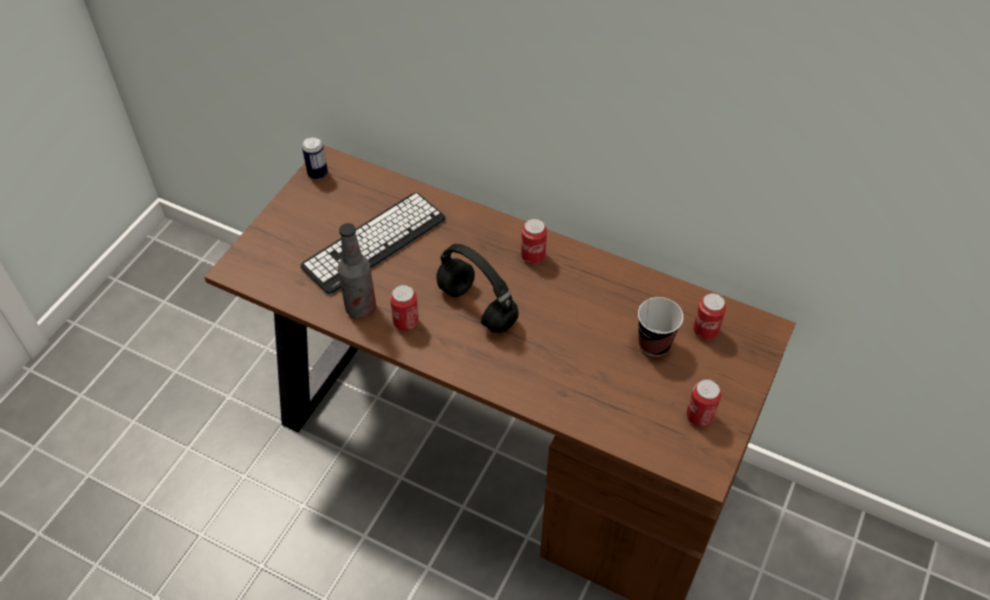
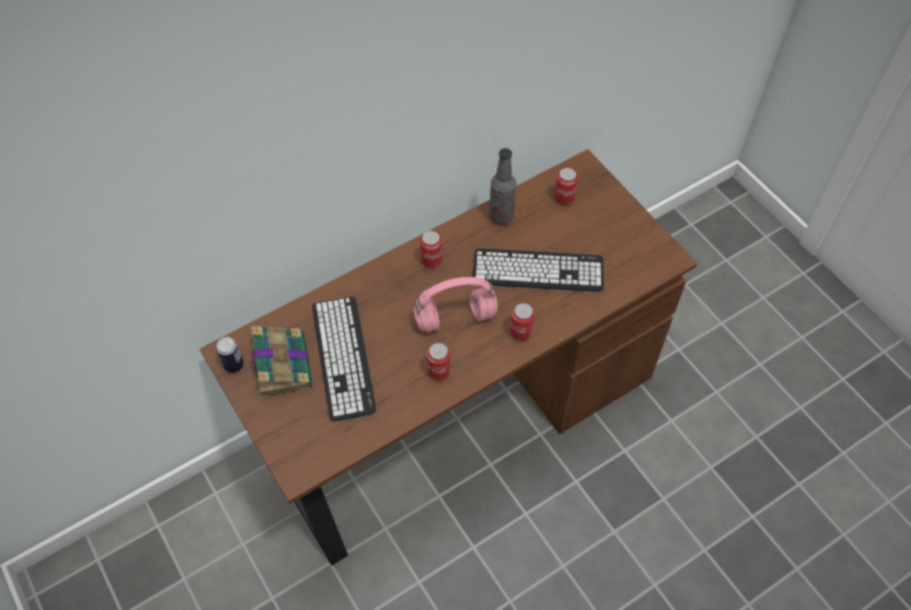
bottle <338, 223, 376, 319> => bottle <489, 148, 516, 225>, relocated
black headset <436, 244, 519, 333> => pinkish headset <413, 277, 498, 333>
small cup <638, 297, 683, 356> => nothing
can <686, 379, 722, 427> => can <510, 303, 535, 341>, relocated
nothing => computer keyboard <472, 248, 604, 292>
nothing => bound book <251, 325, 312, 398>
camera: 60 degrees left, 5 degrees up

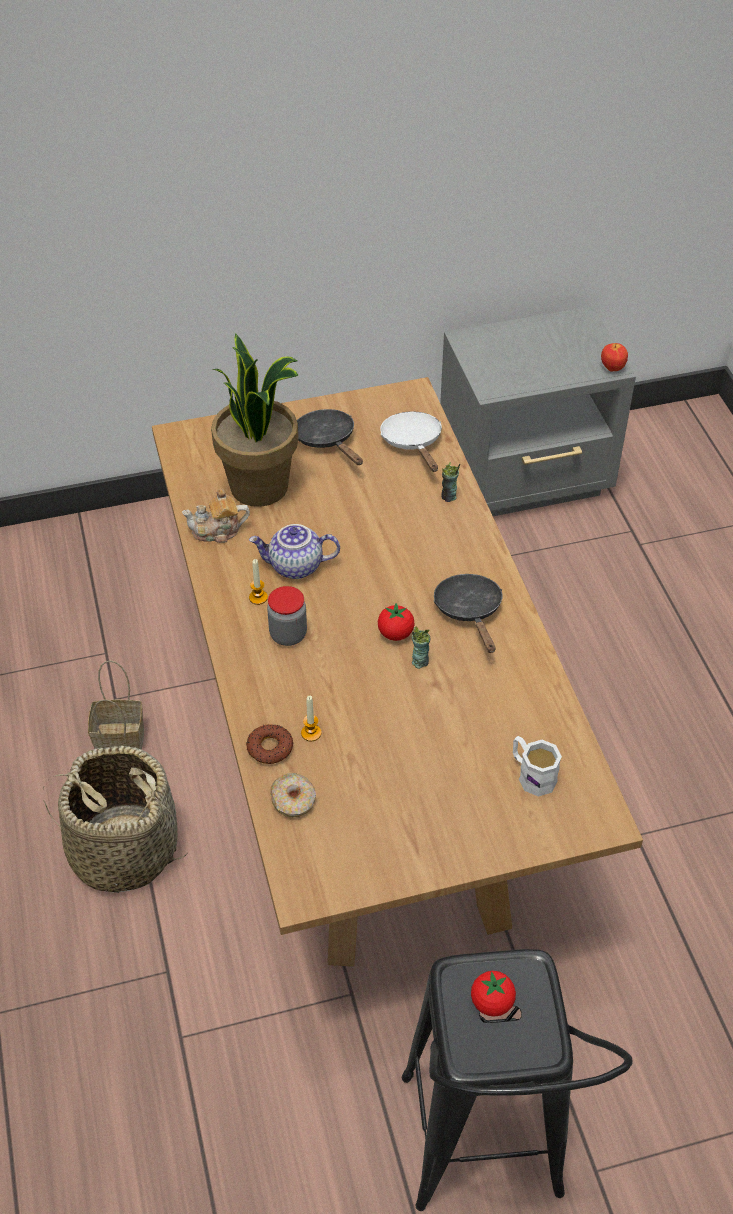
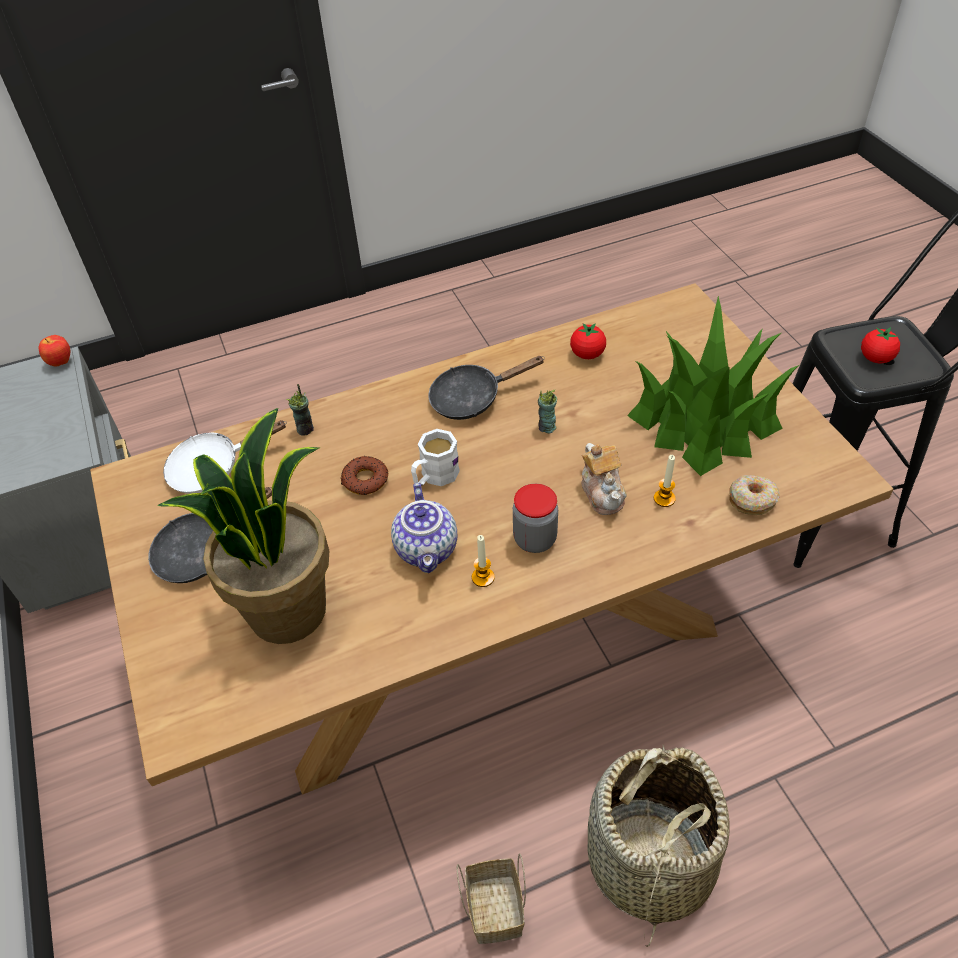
tea pot <182, 489, 250, 543> => tea pot <581, 443, 626, 515>, relocated
fresh tomato <378, 603, 414, 641> => fresh tomato <570, 323, 606, 359>, relocated
doughnut <246, 724, 293, 764> => doughnut <341, 456, 388, 495>, relocated
whitish tea mug <513, 736, 562, 797> => whitish tea mug <411, 429, 460, 486>, relocated
nothing => plant in a pot <627, 296, 799, 476>
camera: 95 degrees left, 0 degrees up

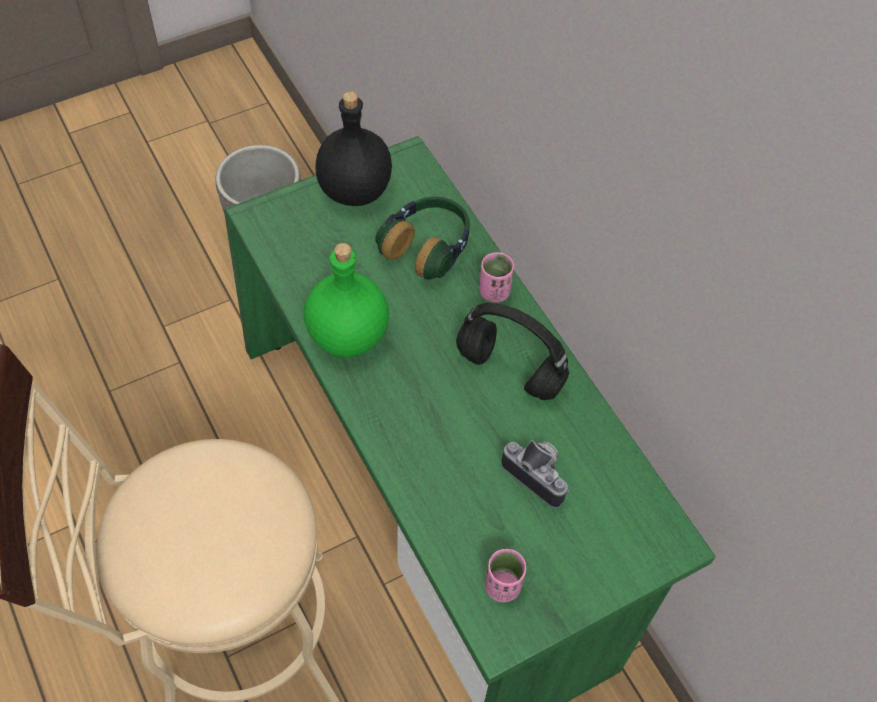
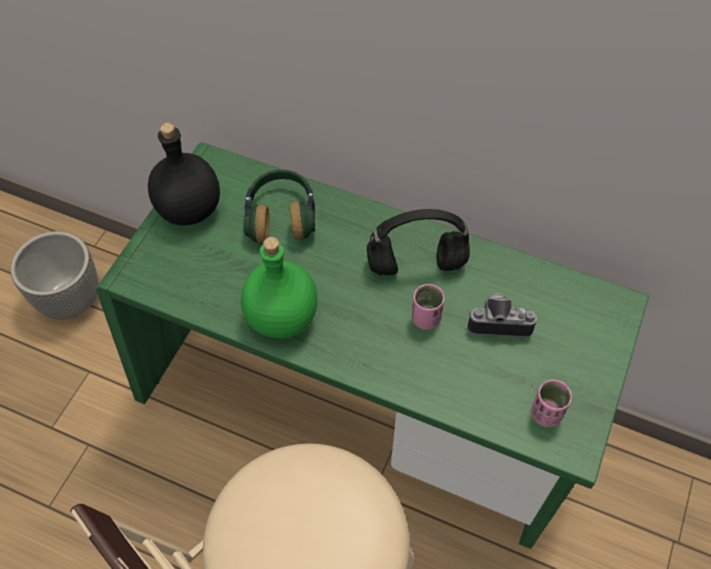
pinkish small cup <479, 252, 514, 303> => pinkish small cup <412, 284, 444, 330>, relocated
camera: 35 degrees left, 0 degrees up

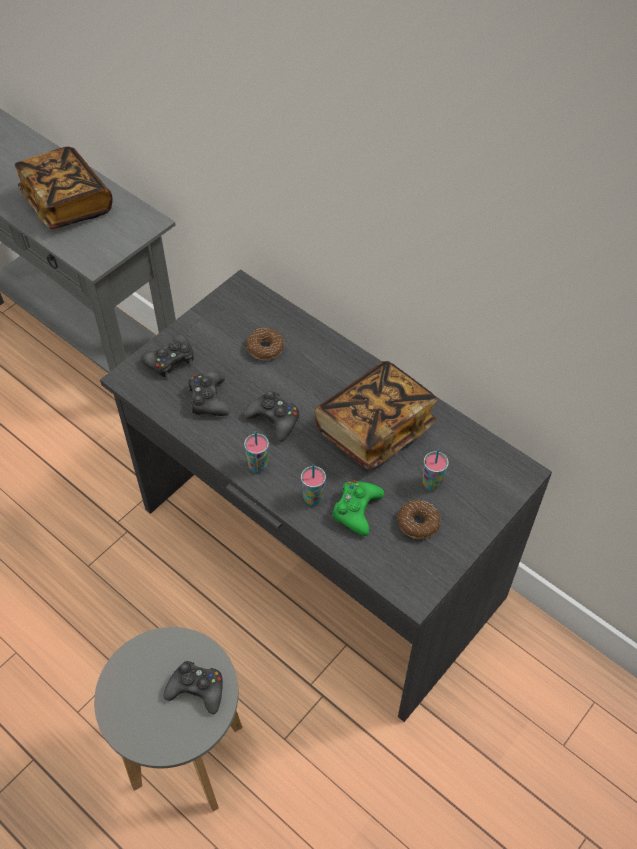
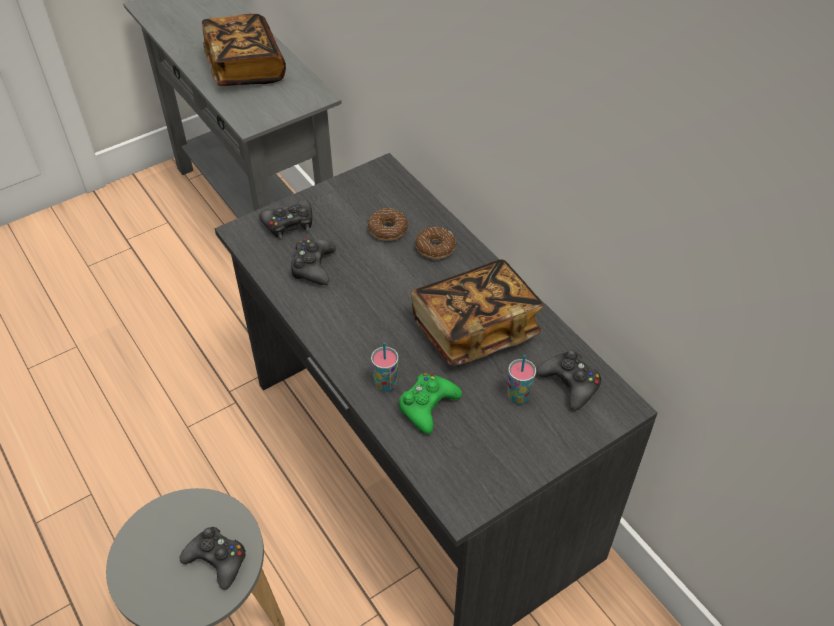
black gamepad <244, 391, 299, 442> => black gamepad <536, 349, 601, 410>, relocated
small cup <244, 431, 269, 473> => nothing
doughnut <398, 500, 441, 539> => doughnut <415, 227, 456, 259>, relocated
camera: 15 degrees right, 5 degrees down

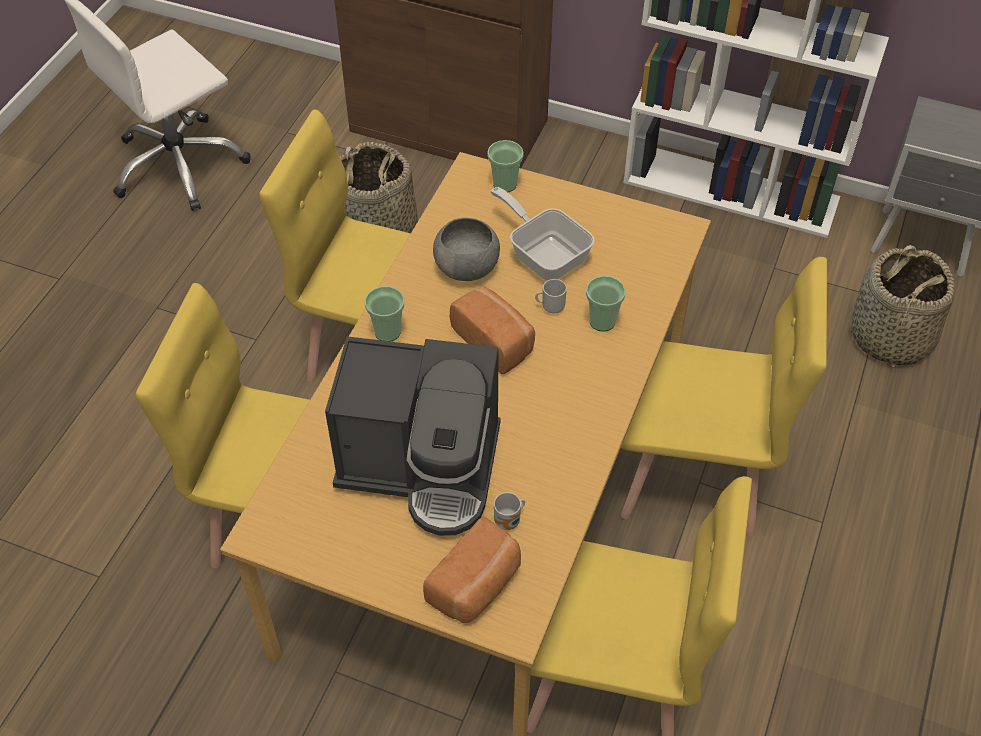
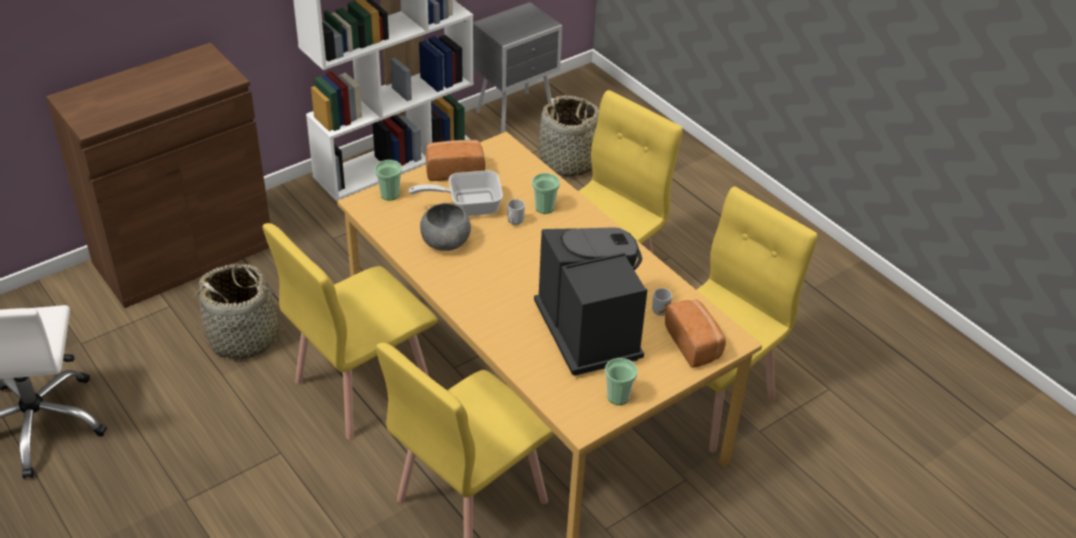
small cup <365, 286, 404, 342> => small cup <605, 358, 638, 405>, relocated
bakery bread <450, 287, 535, 374> => bakery bread <426, 140, 485, 181>, relocated
coffee machine <325, 336, 500, 536> => coffee machine <534, 227, 647, 376>, 60 degrees counterclockwise
camera: 60 degrees left, 10 degrees down

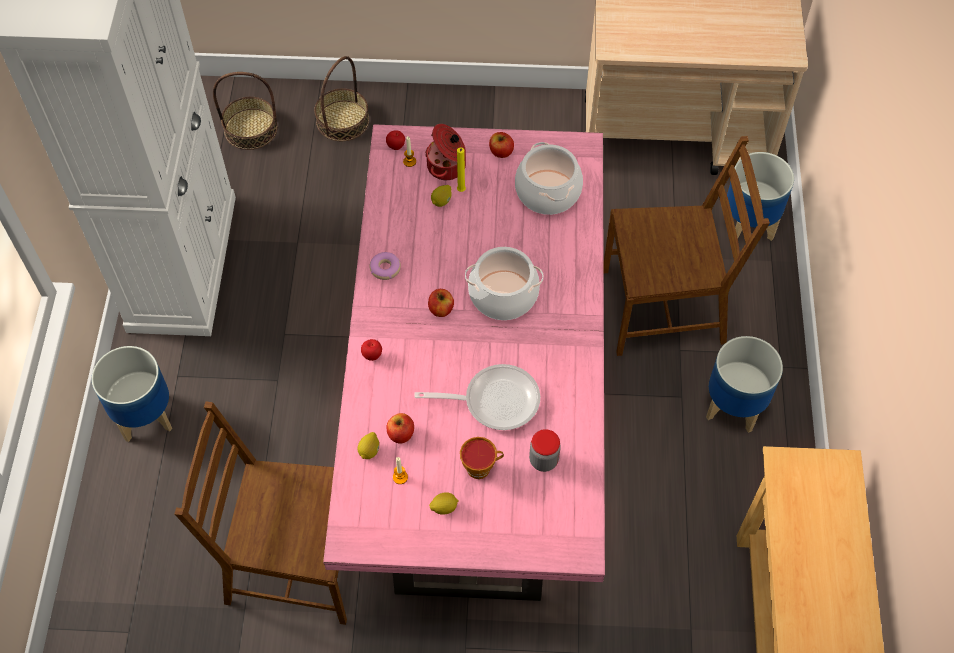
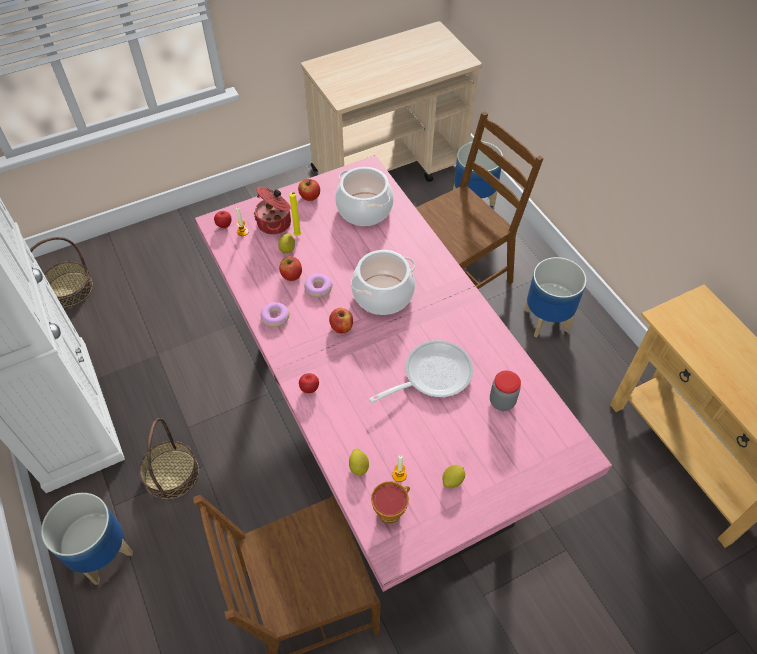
storage basket <314, 56, 369, 141> => storage basket <139, 418, 199, 500>, relocated
apple fruit <387, 413, 414, 443> => apple fruit <279, 256, 302, 281>, relocated
small cup <460, 437, 504, 479> => small cup <371, 481, 410, 524>, relocated
nothing => doughnut <304, 274, 333, 298>
camera: 30 degrees left, 5 degrees down

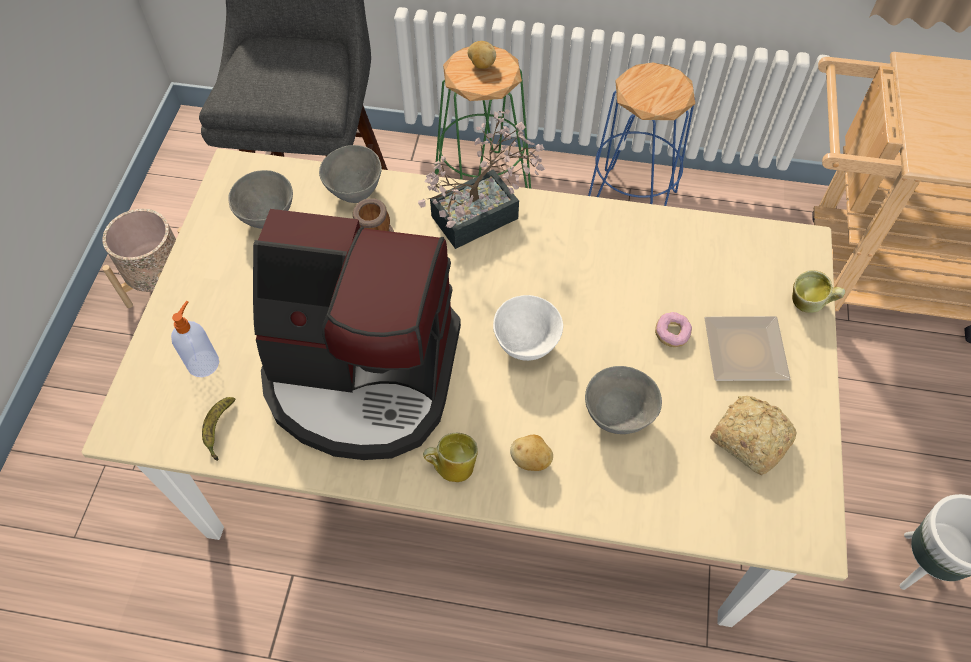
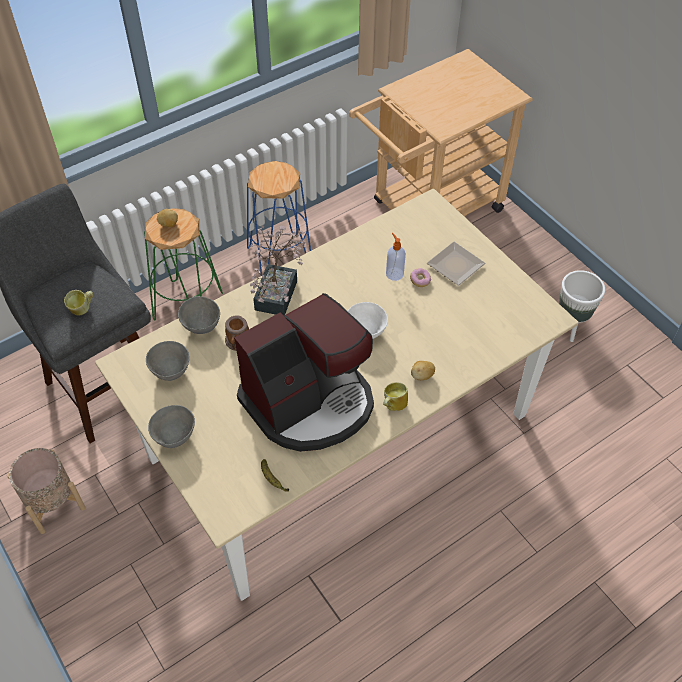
tea mug <792, 270, 845, 313> => tea mug <64, 290, 93, 315>, relocated
liquid soap bottle <171, 301, 219, 377> => liquid soap bottle <386, 233, 406, 281>, relocated
grey bowl <585, 366, 662, 434> => grey bowl <148, 405, 195, 448>, relocated
bakery bread <710, 396, 796, 475> => nothing
camera: 45 degrees left, 5 degrees down

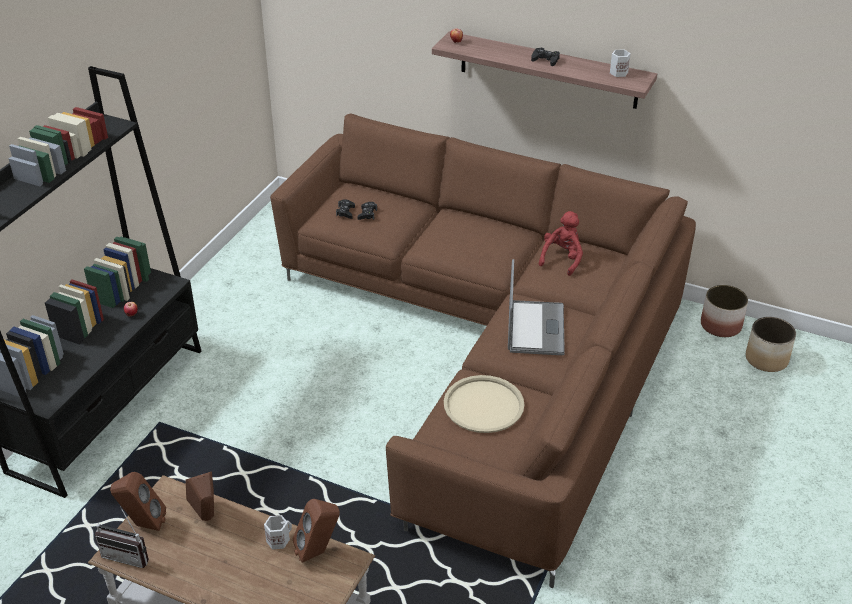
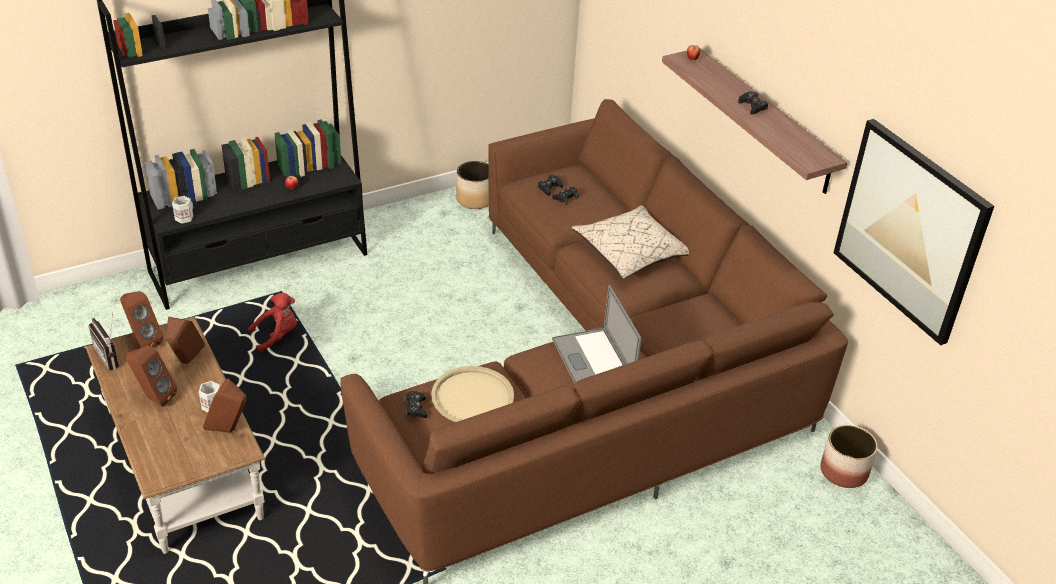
whitish tea mug <610, 50, 631, 77> => whitish tea mug <172, 196, 193, 224>, relocated
red cuddly toy <539, 211, 583, 276> => red cuddly toy <248, 293, 297, 353>, relocated
portable computer <508, 259, 565, 355> => portable computer <552, 285, 642, 383>, 120 degrees clockwise
plant pot <746, 317, 796, 372> => plant pot <456, 161, 489, 209>, relocated
nothing => wall art <833, 119, 994, 345>
nothing => beige pillow <572, 205, 689, 279>
nothing => brown-coloured loudspeaker <126, 346, 177, 407>
nothing => black gamepad <405, 391, 428, 418>
camera: 35 degrees right, 0 degrees up

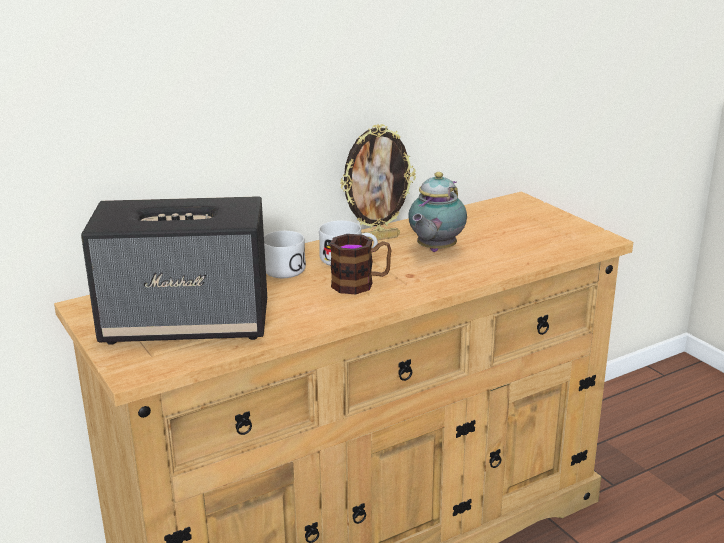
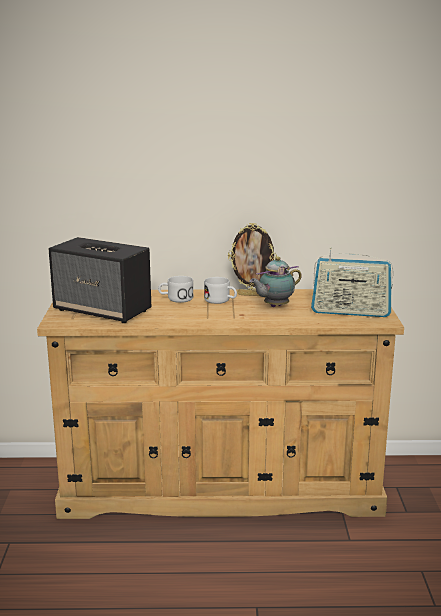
tea mug <330, 234, 391, 294> => nothing
nothing => radio set <311, 247, 393, 317>
camera: 30 degrees right, 5 degrees down

